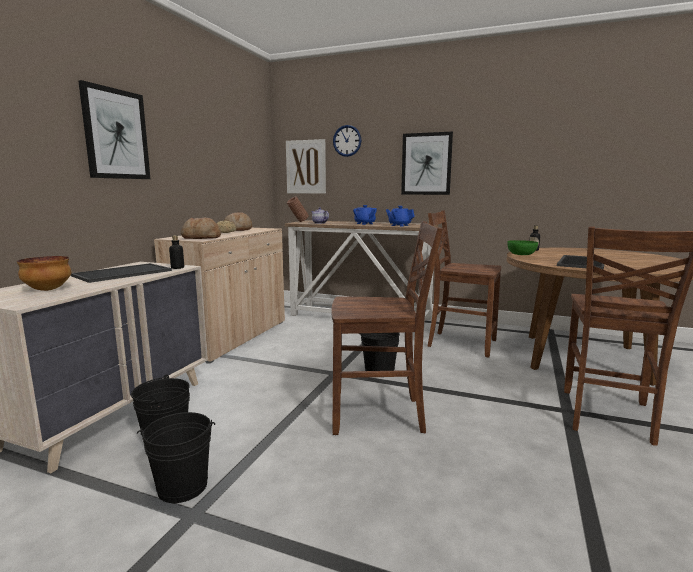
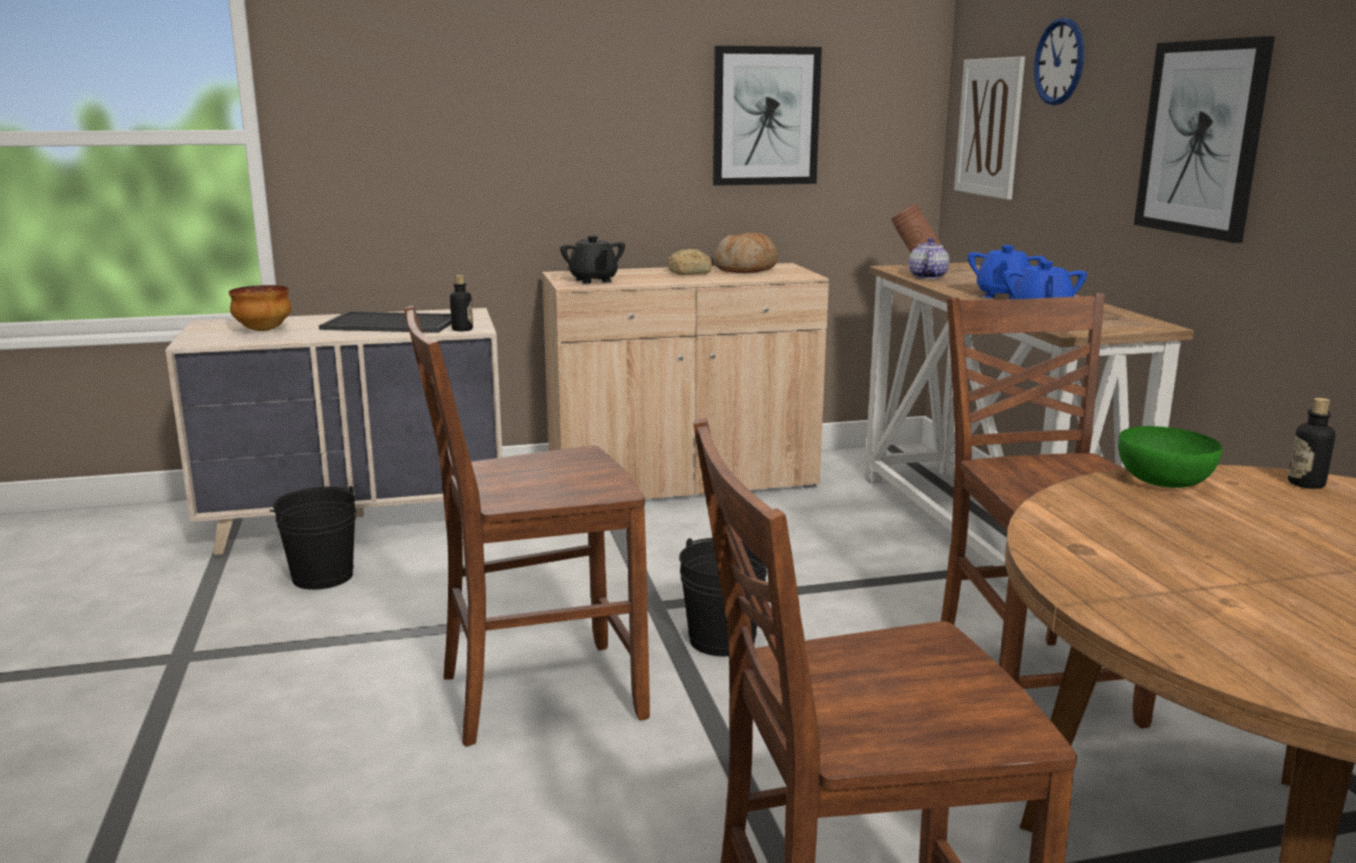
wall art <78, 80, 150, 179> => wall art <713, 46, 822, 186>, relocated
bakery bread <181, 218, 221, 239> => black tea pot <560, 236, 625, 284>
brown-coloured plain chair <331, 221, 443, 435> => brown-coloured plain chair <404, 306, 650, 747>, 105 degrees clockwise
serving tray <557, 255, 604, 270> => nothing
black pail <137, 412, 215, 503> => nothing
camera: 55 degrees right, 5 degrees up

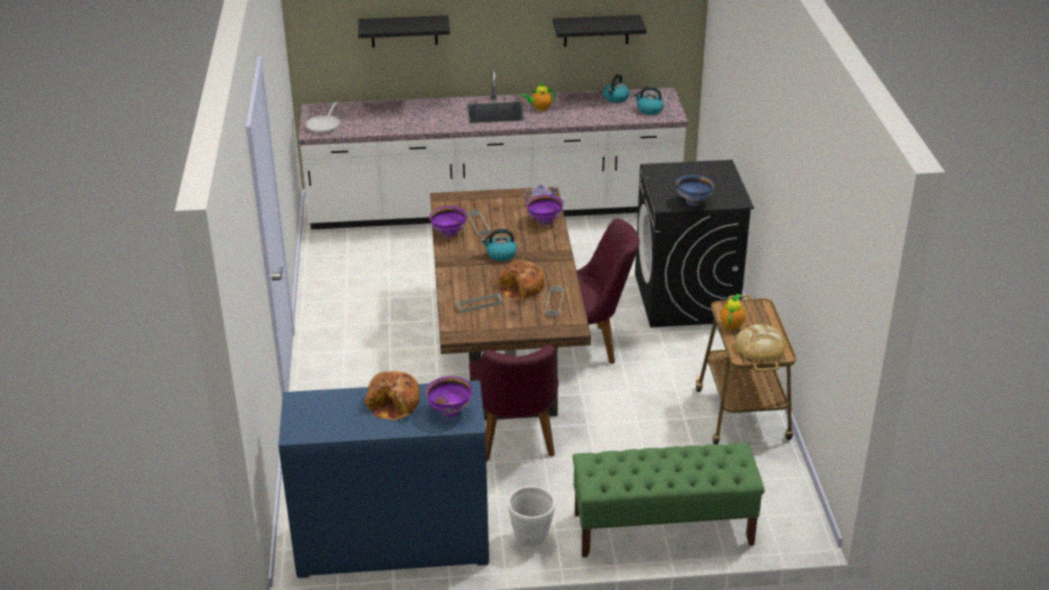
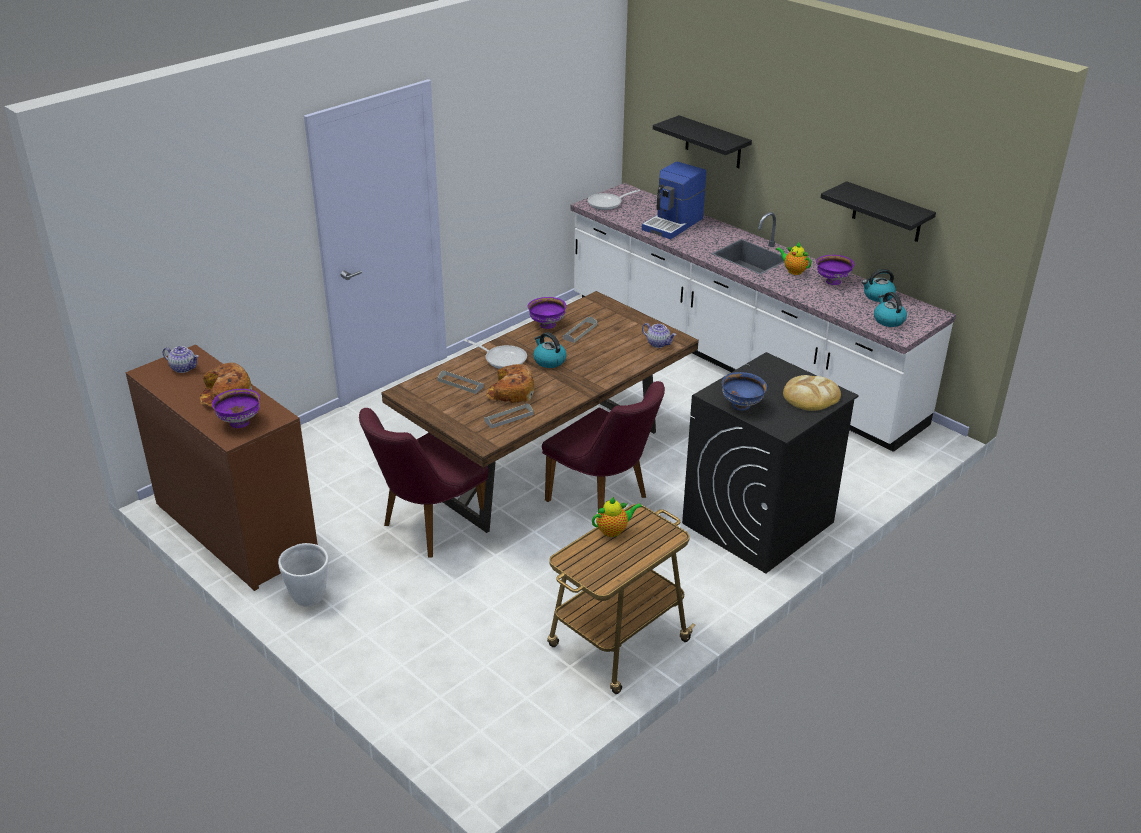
purplish bowl <526, 194, 564, 225> => purplish bowl <816, 255, 855, 285>, relocated
bakery bread <735, 324, 785, 360> => bakery bread <783, 375, 841, 411>, relocated
blue drawer chest <278, 380, 489, 578> => brown-coloured drawer chest <126, 345, 318, 591>
greenish bench <573, 443, 765, 557> => nothing
nothing => coffee machine <642, 161, 706, 239>
nothing => pan <464, 339, 527, 369>
nothing => tea pot <163, 346, 199, 373>
camera: 50 degrees right, 0 degrees up

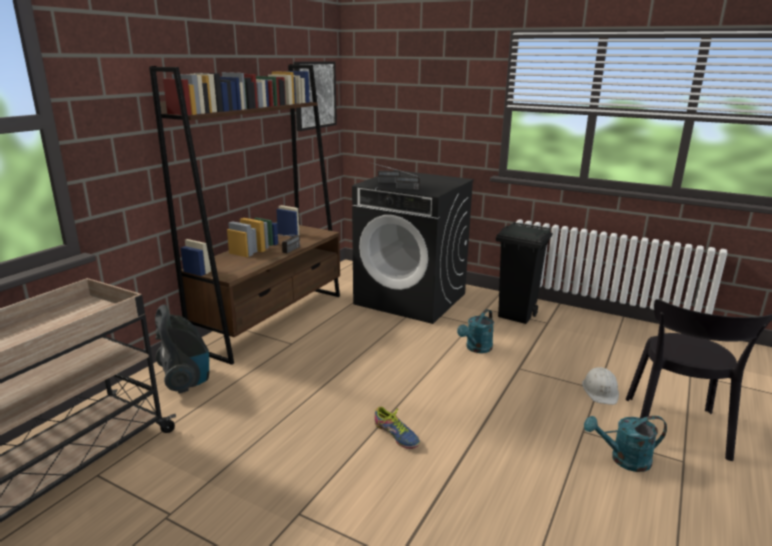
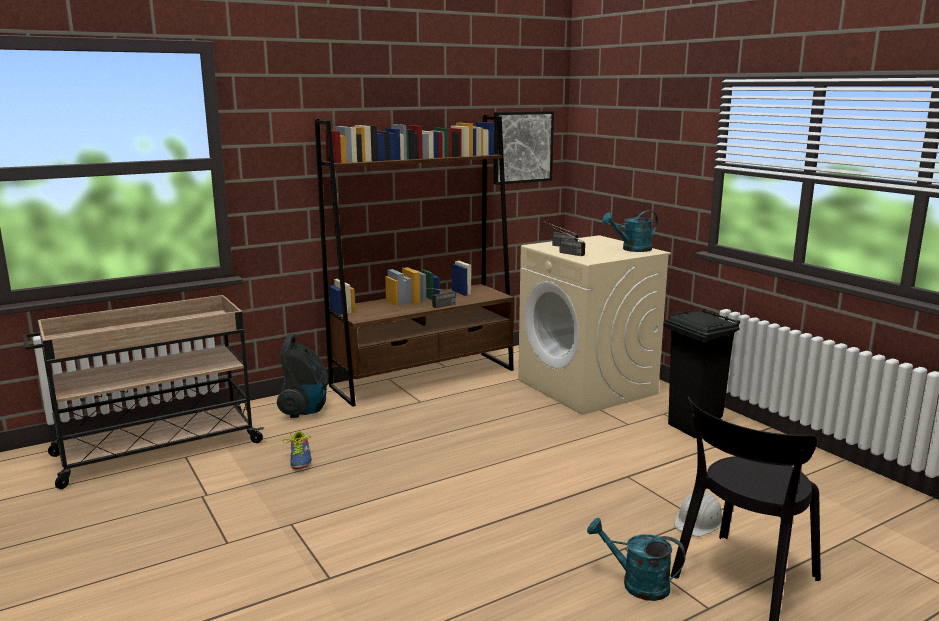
black laundry appliance <352, 170, 474, 324> => beige laundry appliance <518, 235, 671, 415>
blue-green sprinkling can <457, 309, 494, 353> => blue-green sprinkling can <602, 210, 658, 252>, relocated
item of footwear <375, 407, 420, 449> => item of footwear <283, 431, 312, 469>, relocated
camera: 30 degrees right, 5 degrees down

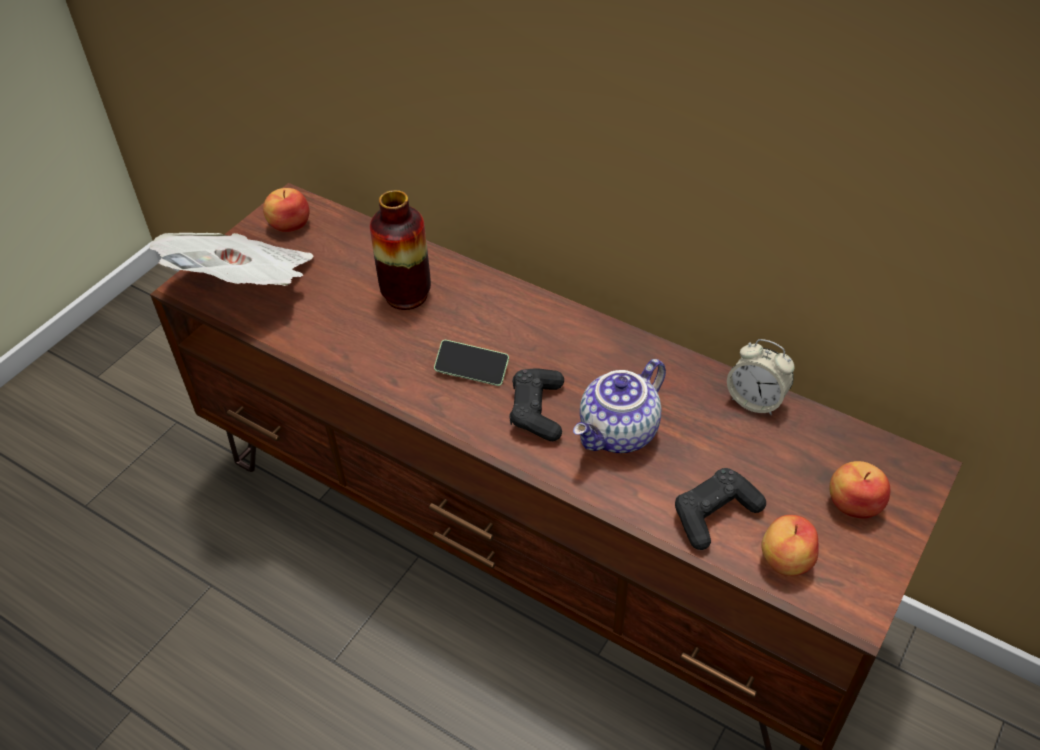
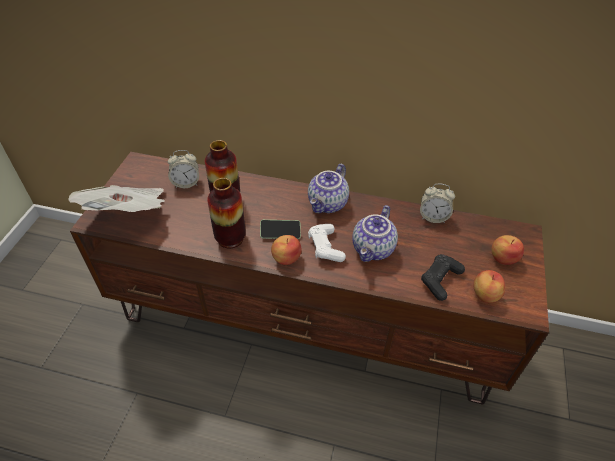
apple fruit <263, 188, 310, 232> => apple fruit <271, 235, 301, 265>, relocated
black gamepad <509, 368, 564, 441> => whitish gamepad <308, 224, 346, 262>
nothing => alarm clock <168, 150, 199, 188>
nothing => tea pot <308, 164, 349, 213>
nothing => vase <207, 178, 246, 249>
camera: 20 degrees left, 0 degrees up

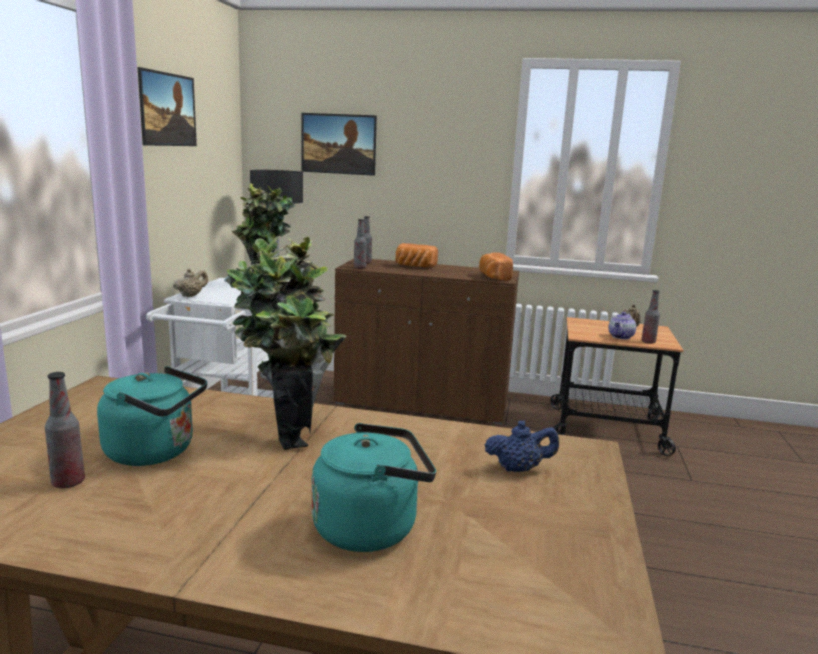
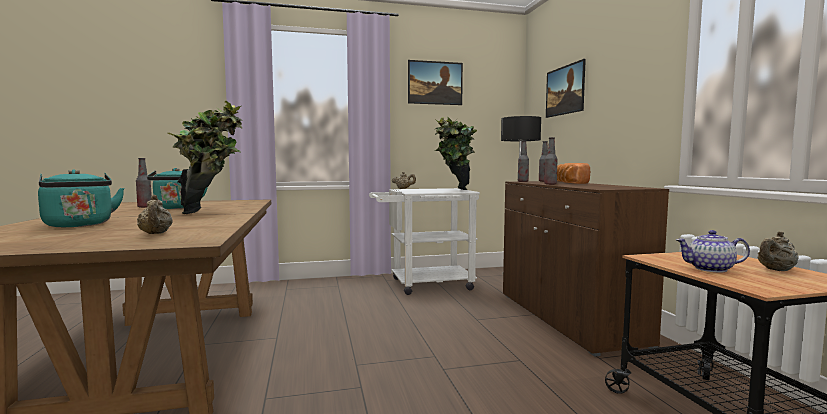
bakery bread <479, 252, 513, 281> => nothing
bottle <641, 290, 660, 344> => bottle <544, 137, 557, 185>, relocated
blue tea pot <485, 420, 559, 472> => beige tea pot <137, 195, 173, 234>
camera: 65 degrees right, 10 degrees down

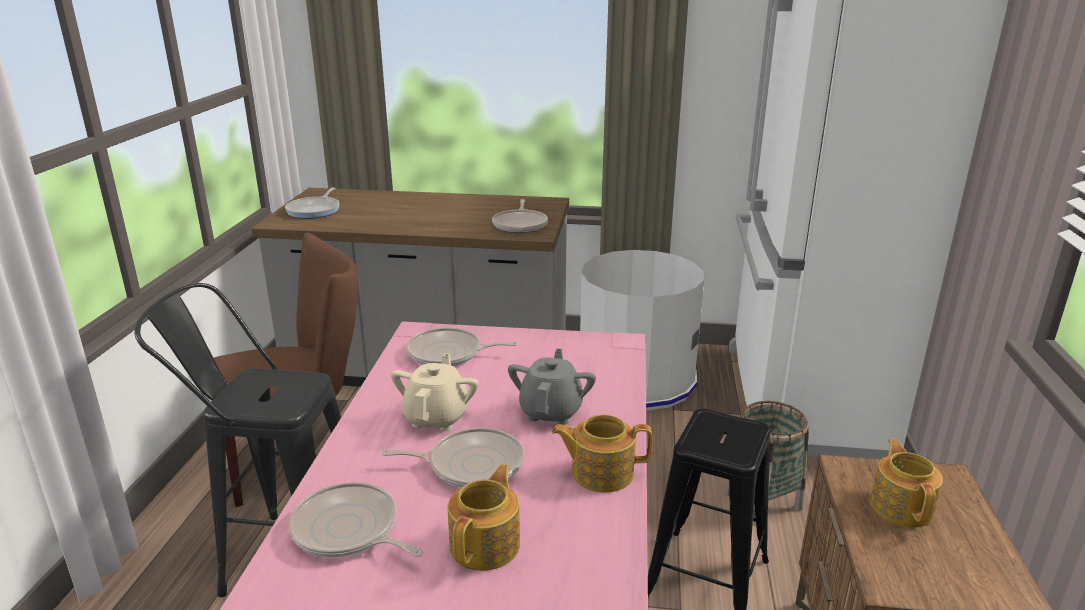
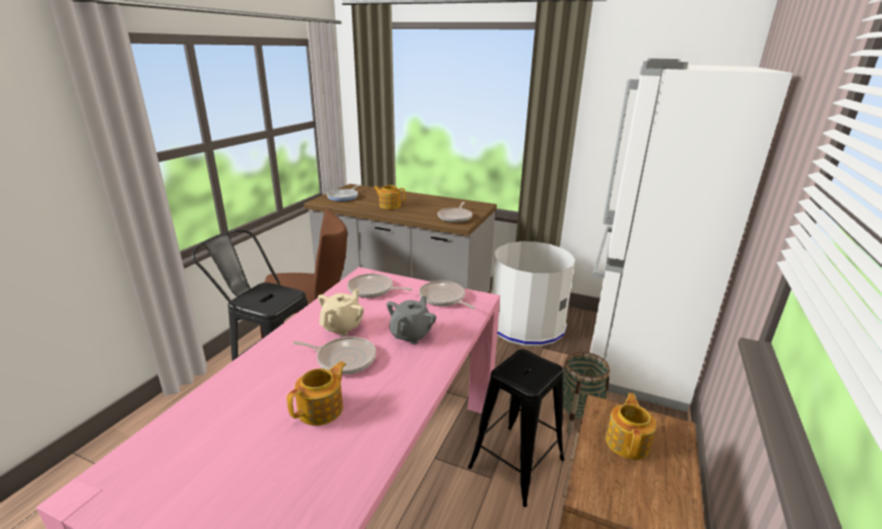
tea pot <552, 414, 652, 493> => tea pot <373, 185, 405, 209>, relocated
pan <289, 482, 424, 558> => pan <419, 281, 475, 309>, relocated
camera: 15 degrees right, 0 degrees up

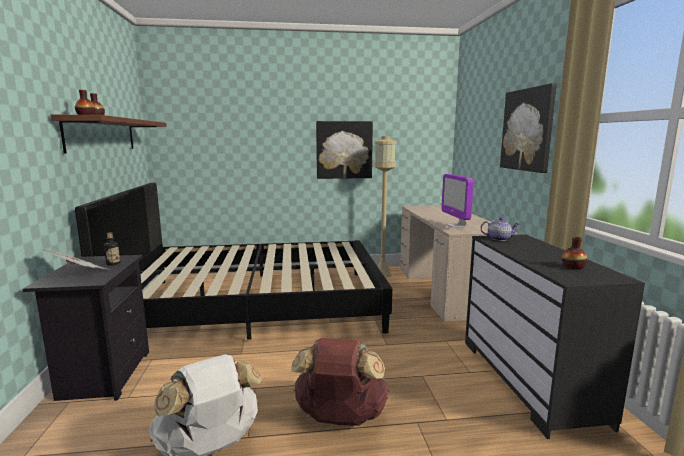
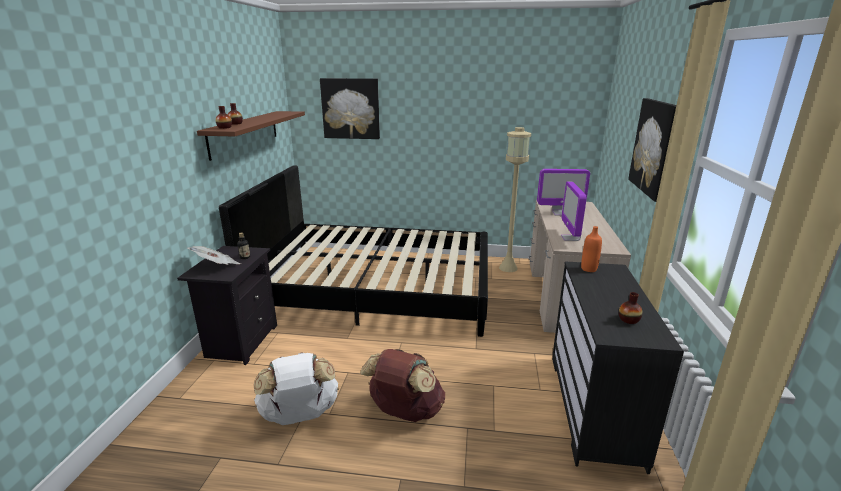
wall art <316, 121, 373, 179> => wall art <320, 78, 380, 139>, relocated
tea pot <480, 217, 520, 241> => orange-coloured bottle <581, 226, 602, 272>
nothing => computer screen <537, 169, 590, 216>
camera: 15 degrees right, 10 degrees up

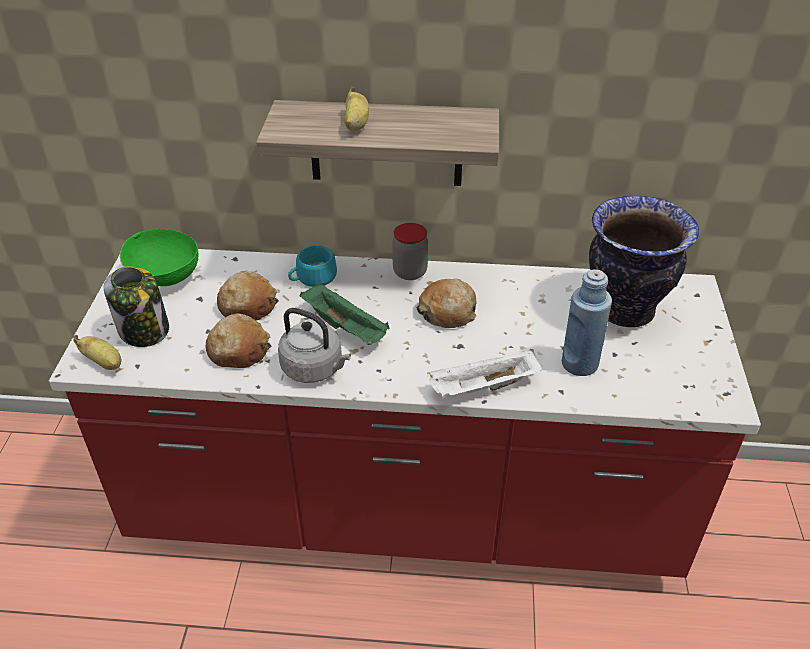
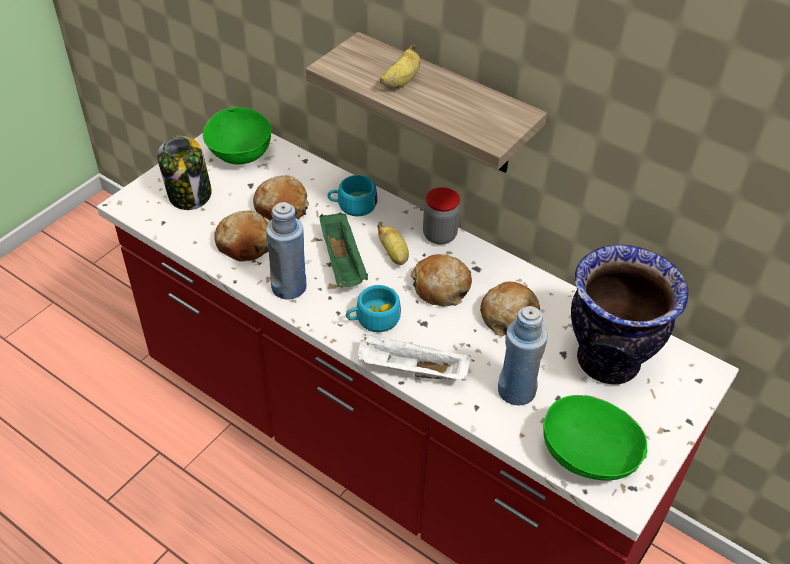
grey tea kettle <278, 308, 351, 383> => blue bottle <266, 202, 306, 300>
banana <73, 335, 121, 370> => banana <377, 222, 409, 265>, relocated
nothing => bakery bread <480, 281, 540, 336>
nothing => blue-green small cup <346, 285, 401, 332>
nothing => greenish bowl <543, 395, 648, 480>
camera: 30 degrees right, 5 degrees up

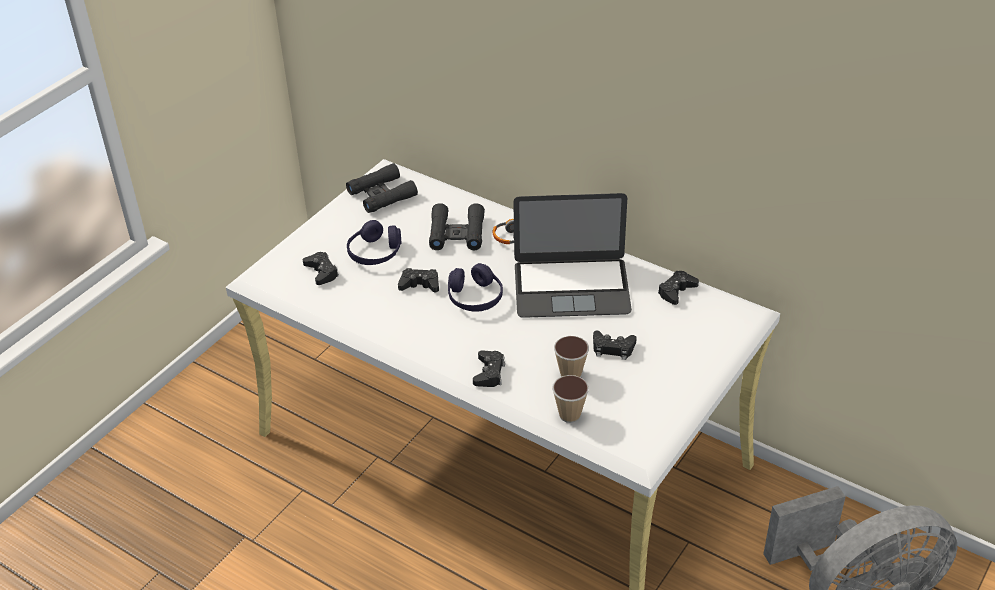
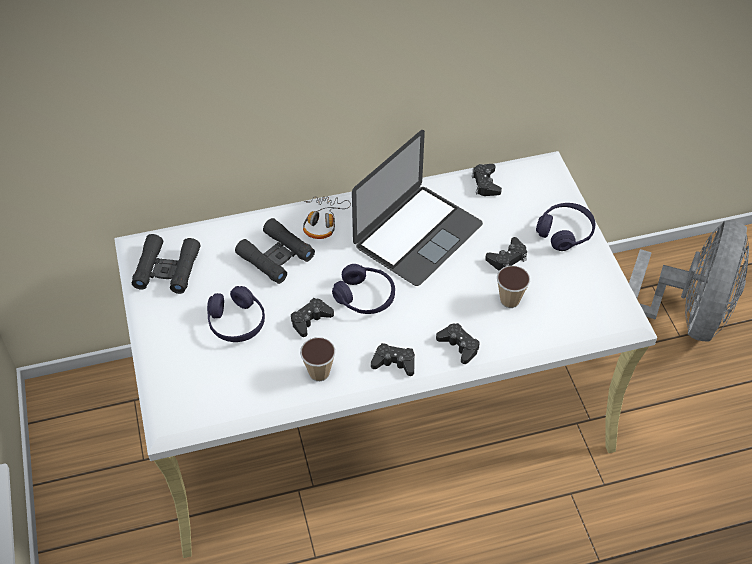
black gamepad <303, 252, 339, 285> => black gamepad <371, 343, 415, 376>, relocated
small cup <552, 375, 589, 423> => small cup <300, 337, 336, 381>, relocated
nothing => purplish headset <536, 203, 595, 251>
camera: 50 degrees left, 10 degrees up

